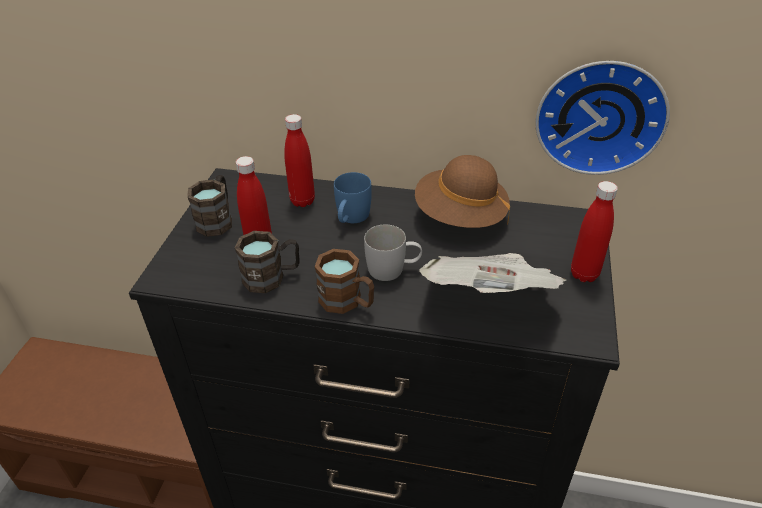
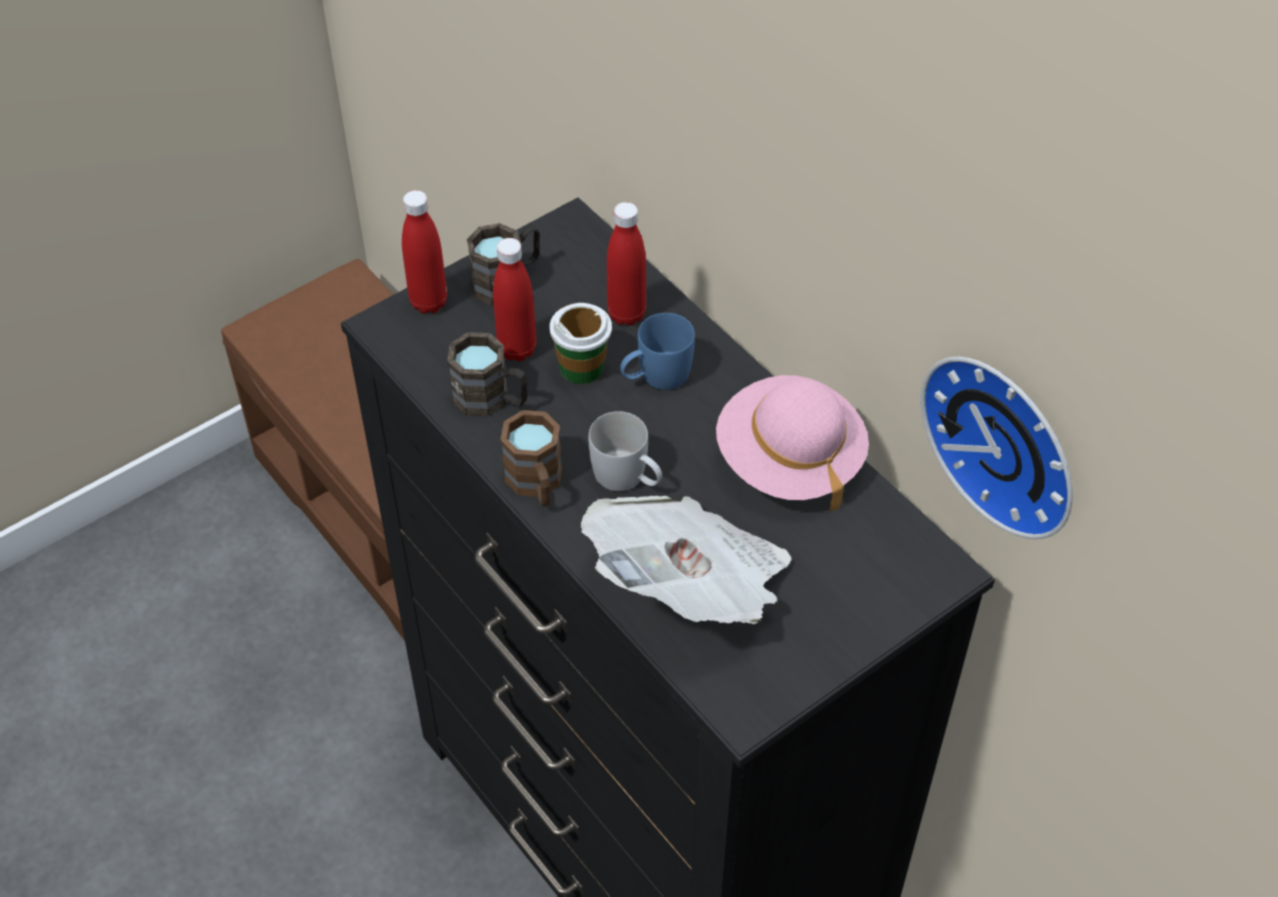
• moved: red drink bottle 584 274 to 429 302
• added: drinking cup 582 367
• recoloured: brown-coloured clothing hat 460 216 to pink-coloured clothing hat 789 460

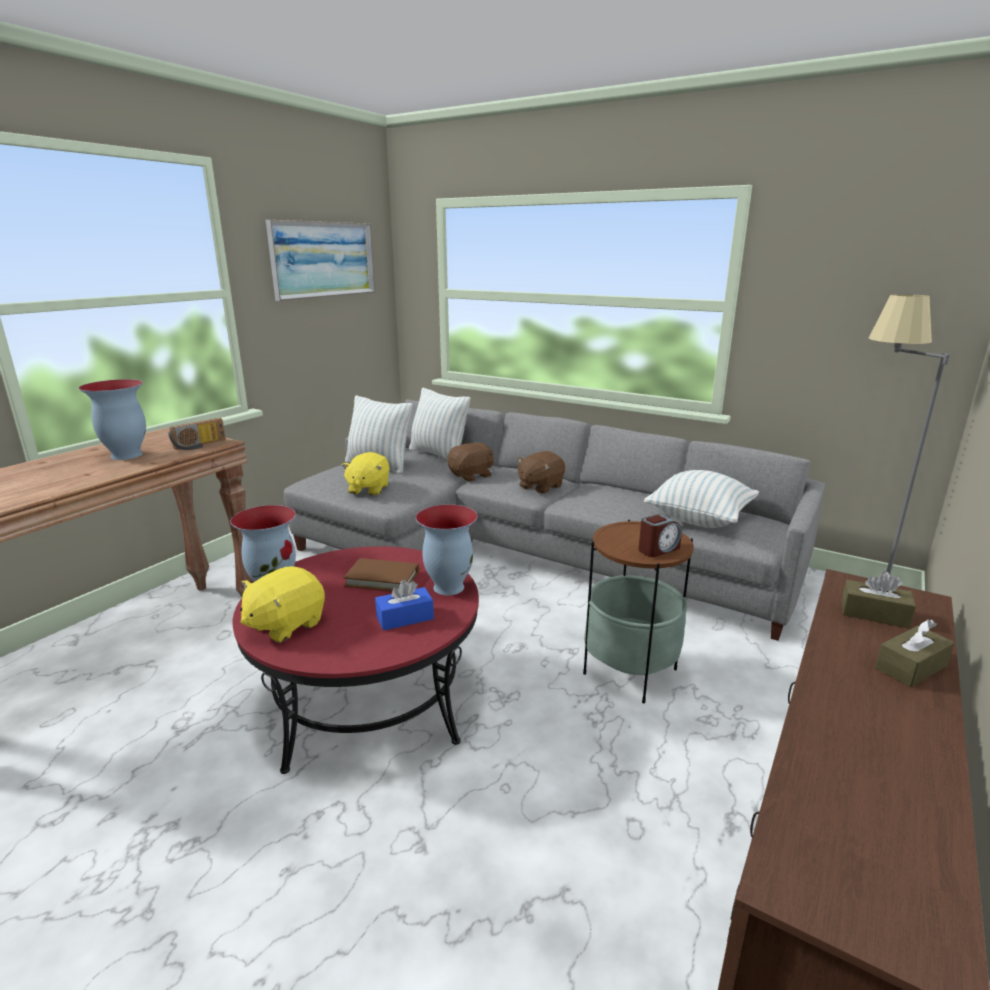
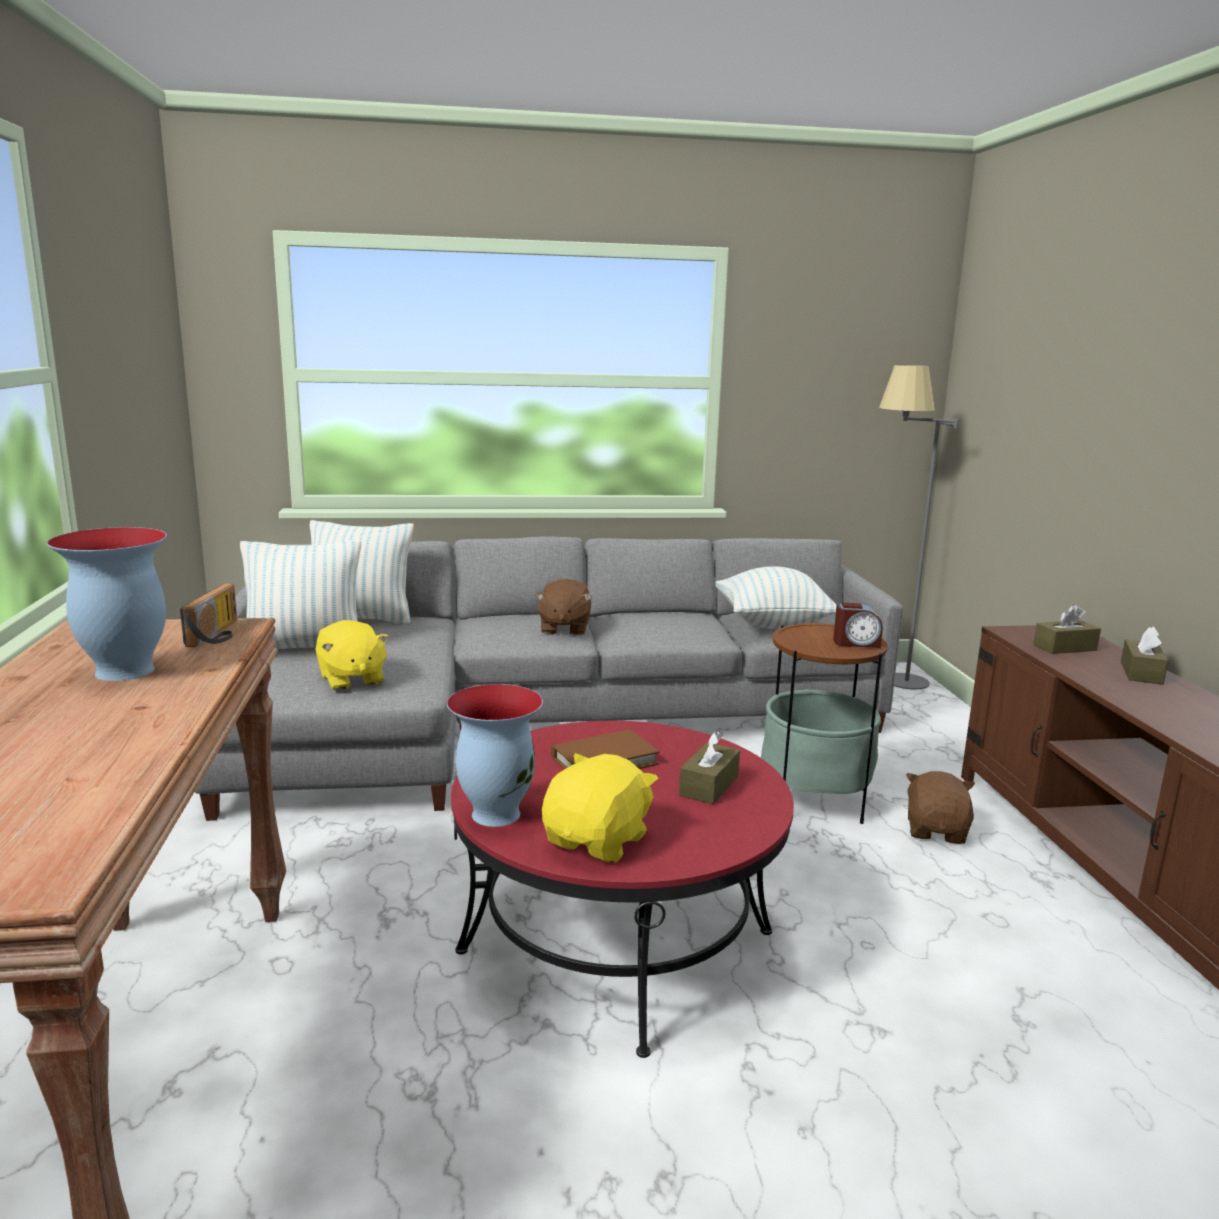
• turned: yellowish plush toy 285 624 = 598 841 150 degrees counterclockwise
• recoloured: blue box of tissues 405 618 to brown-coloured box of tissues 709 786
• turned: alarm clock 658 549 = 856 643 75 degrees clockwise
• moved: brown-coloured plush toy 471 476 to 936 831
• removed: wall picture 323 259
• removed: flower vase 447 587

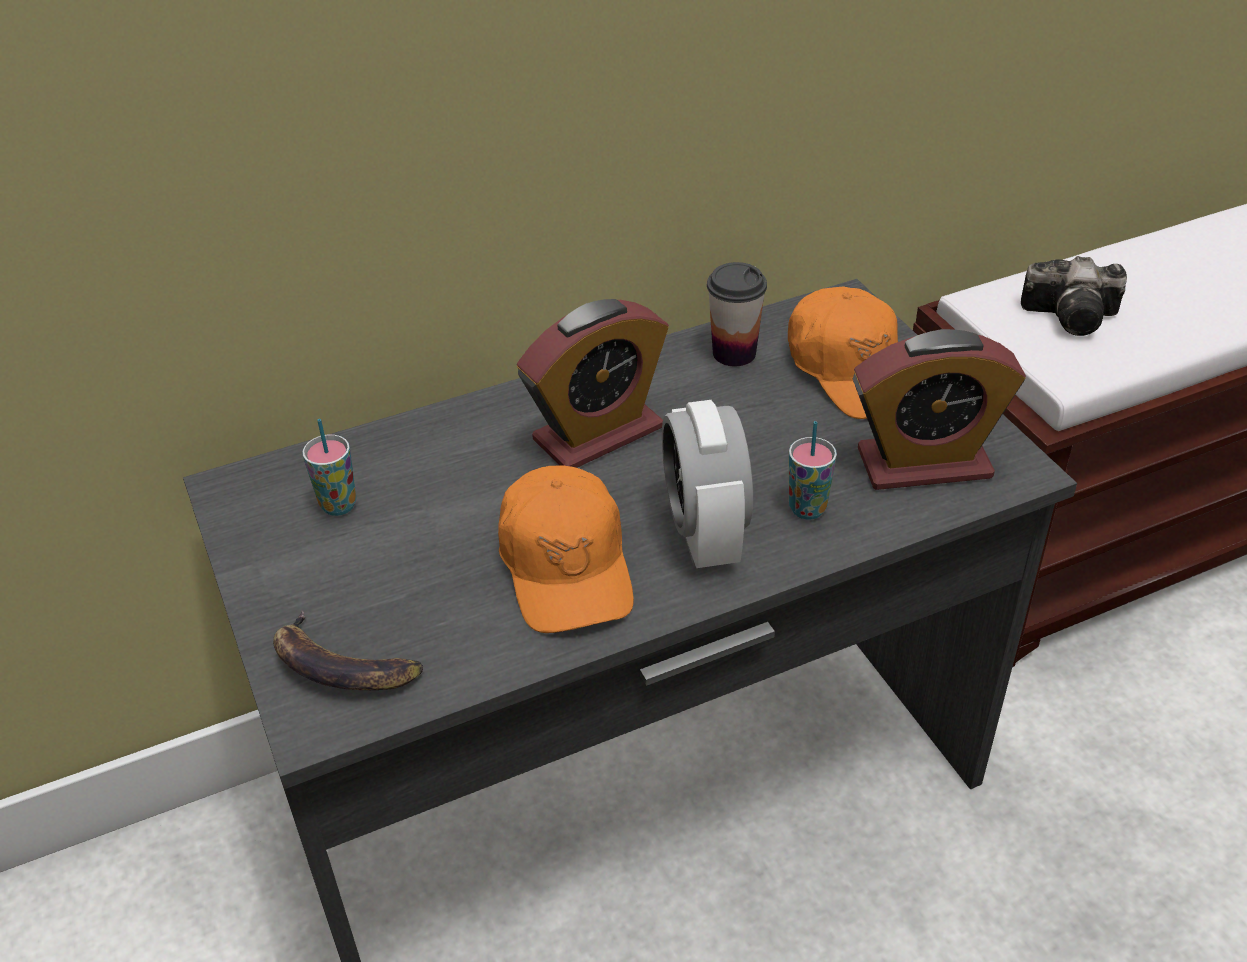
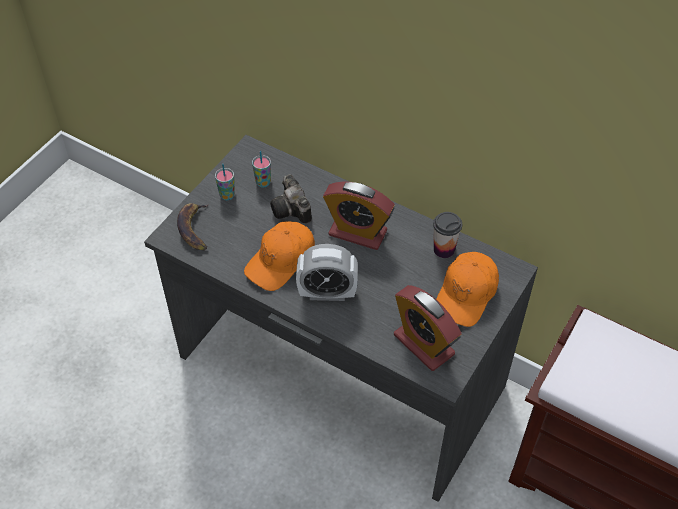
• moved: drinking cup 807 509 to 227 195
• moved: still camera 1075 316 to 292 210
• turned: alarm clock 705 534 = 327 293 135 degrees counterclockwise

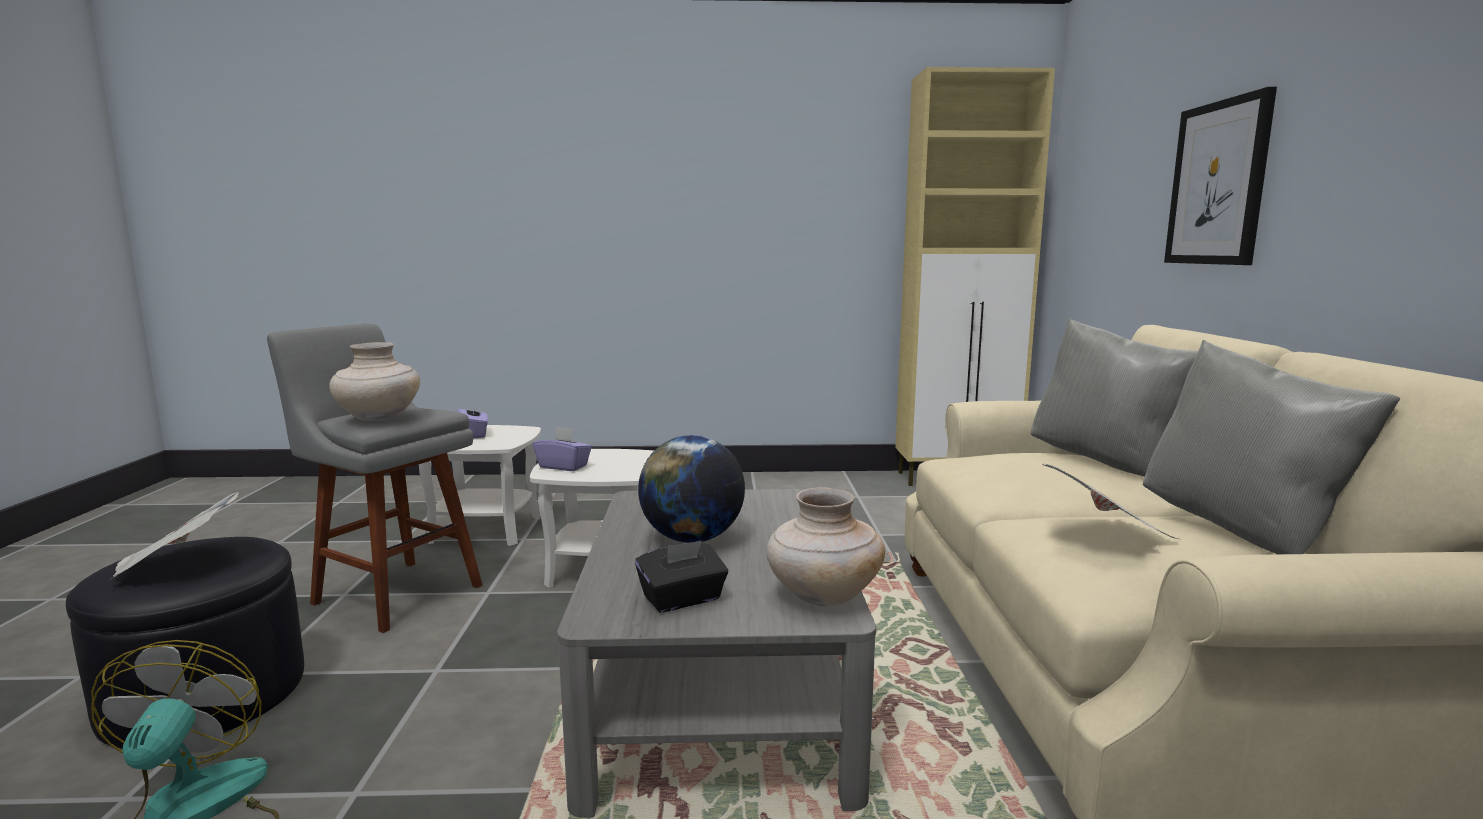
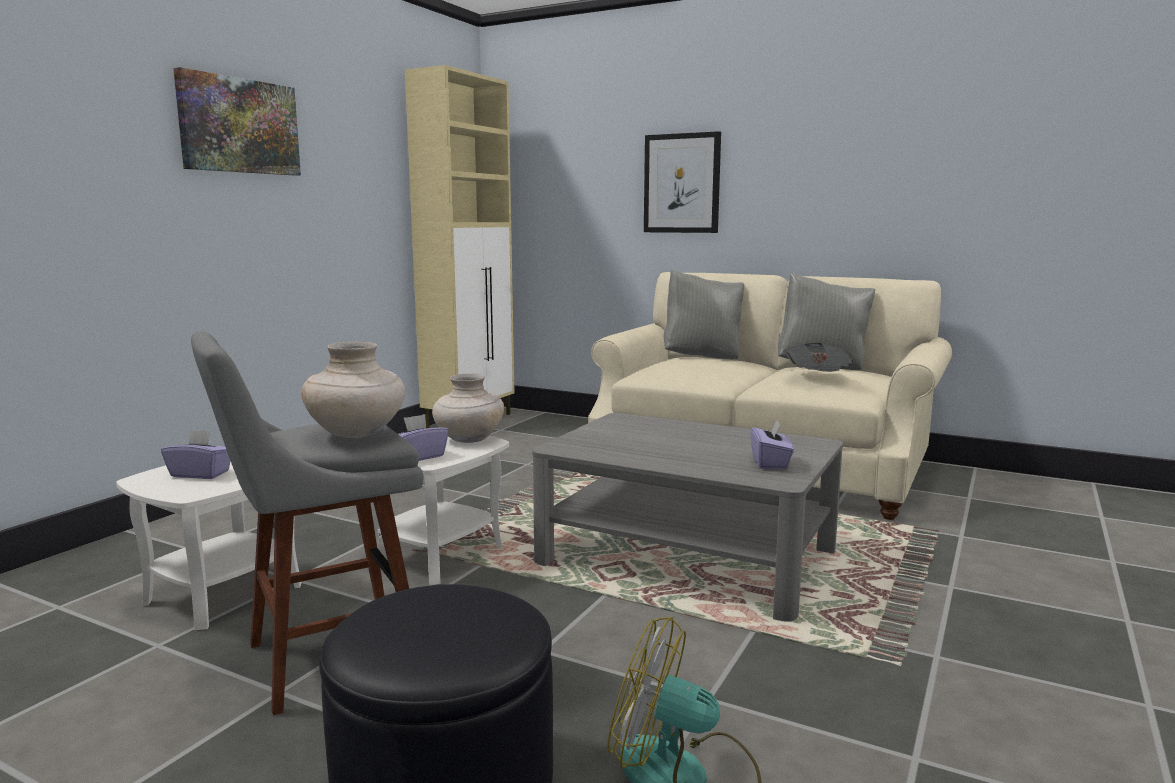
• added: wall picture 239 126
• moved: sand-coloured flower vase 822 596 to 468 439
• recoloured: blackish box of tissues 682 599 to purple-coloured box of tissues 770 463
• removed: daily paper 177 564
• removed: globe 692 539

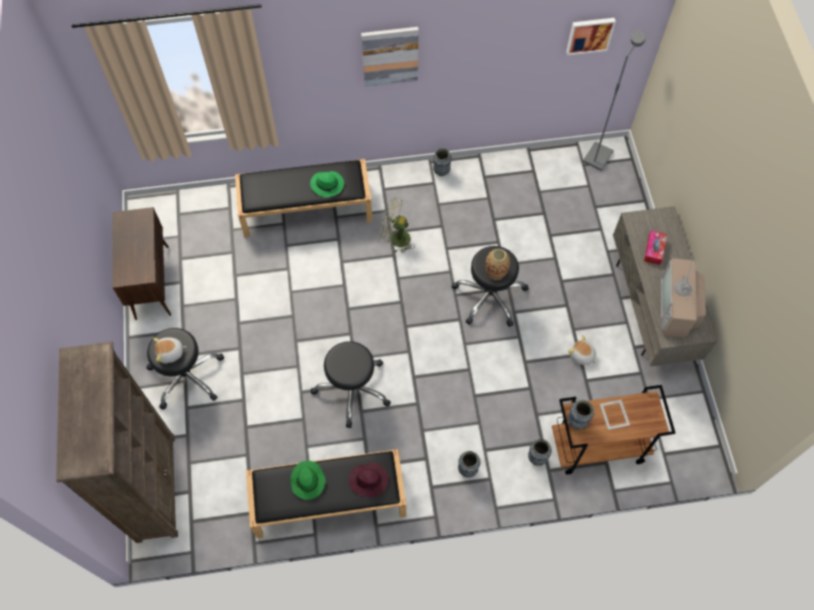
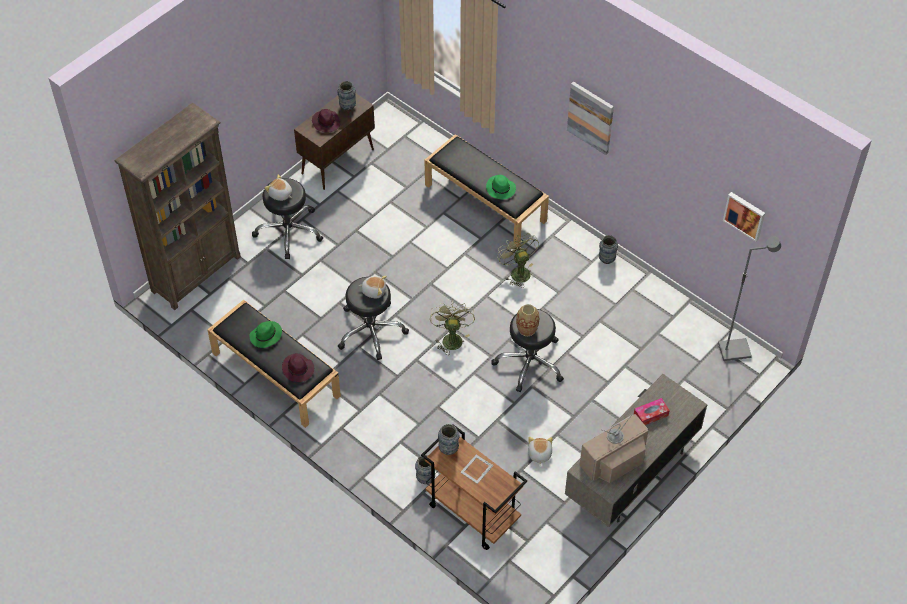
• added: purple-coloured clothing hat 326 122
• moved: flower vase 467 469 to 347 107
• added: plush toy 374 290
• added: greenish fan 451 338

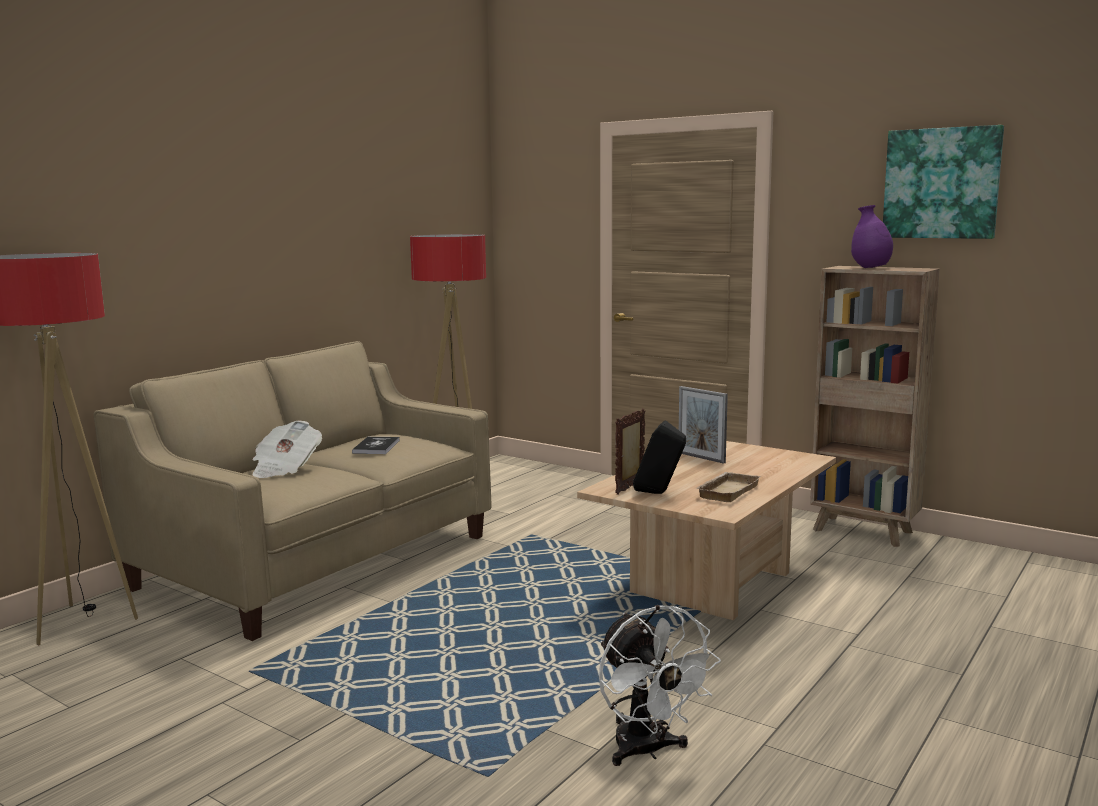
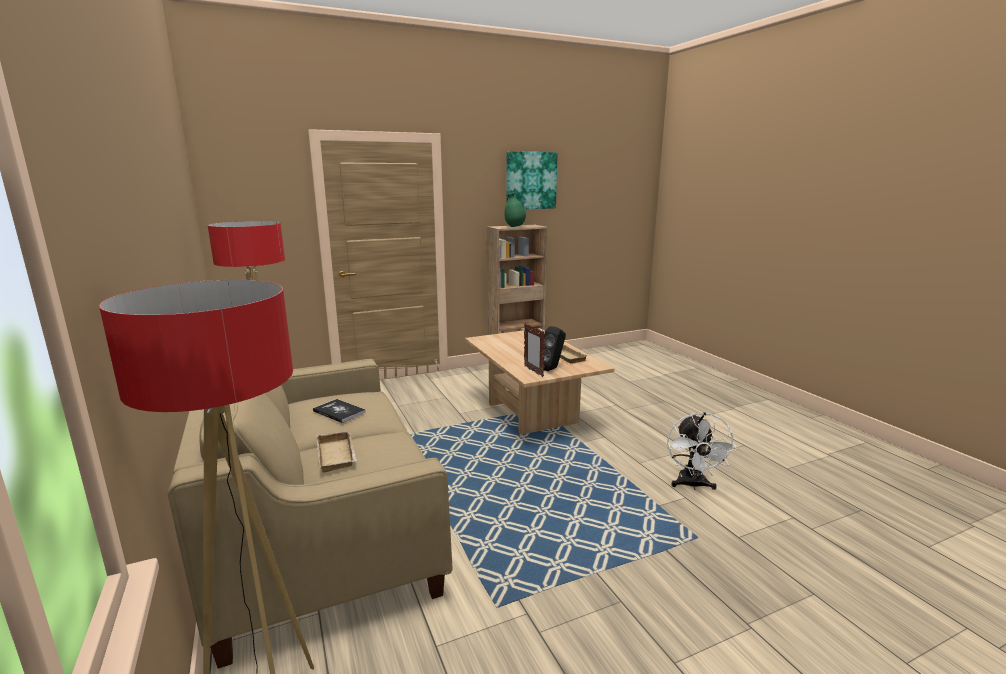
• replaced: daily paper 285 468 to sand-coloured tray 338 455
• recoloured: purple-coloured flower vase 870 268 to greenish flower vase 515 226
• turned: white-coloured fan 647 751 = 692 485 90 degrees clockwise
• removed: standing frame 701 457

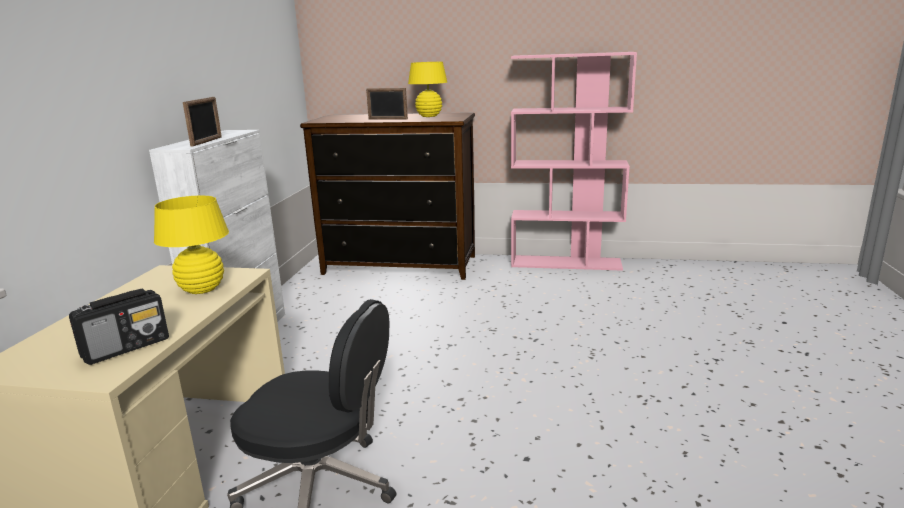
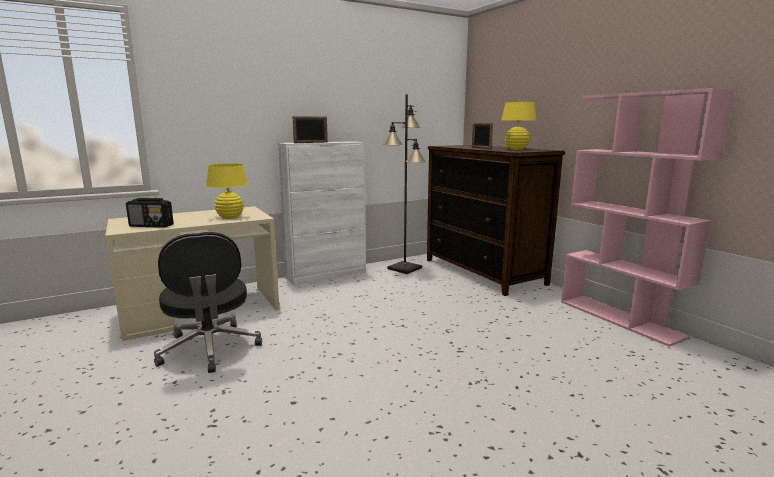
• added: blackish standing lamp 405 268

